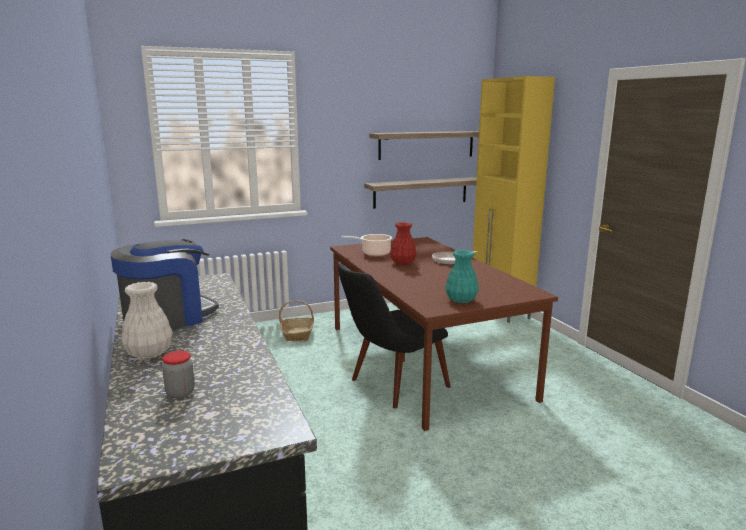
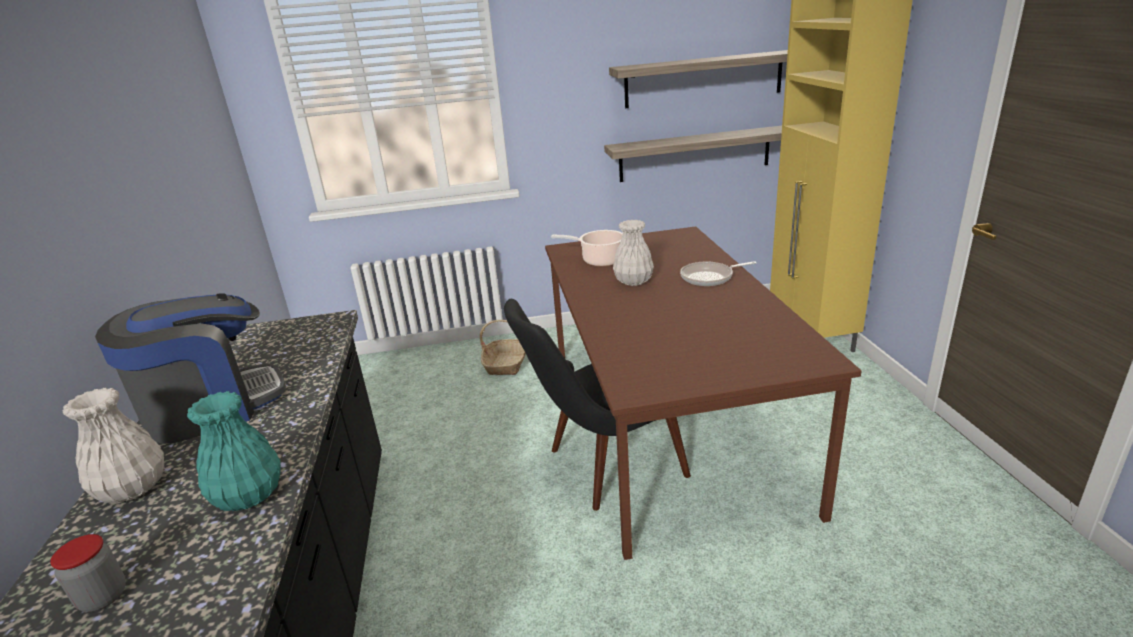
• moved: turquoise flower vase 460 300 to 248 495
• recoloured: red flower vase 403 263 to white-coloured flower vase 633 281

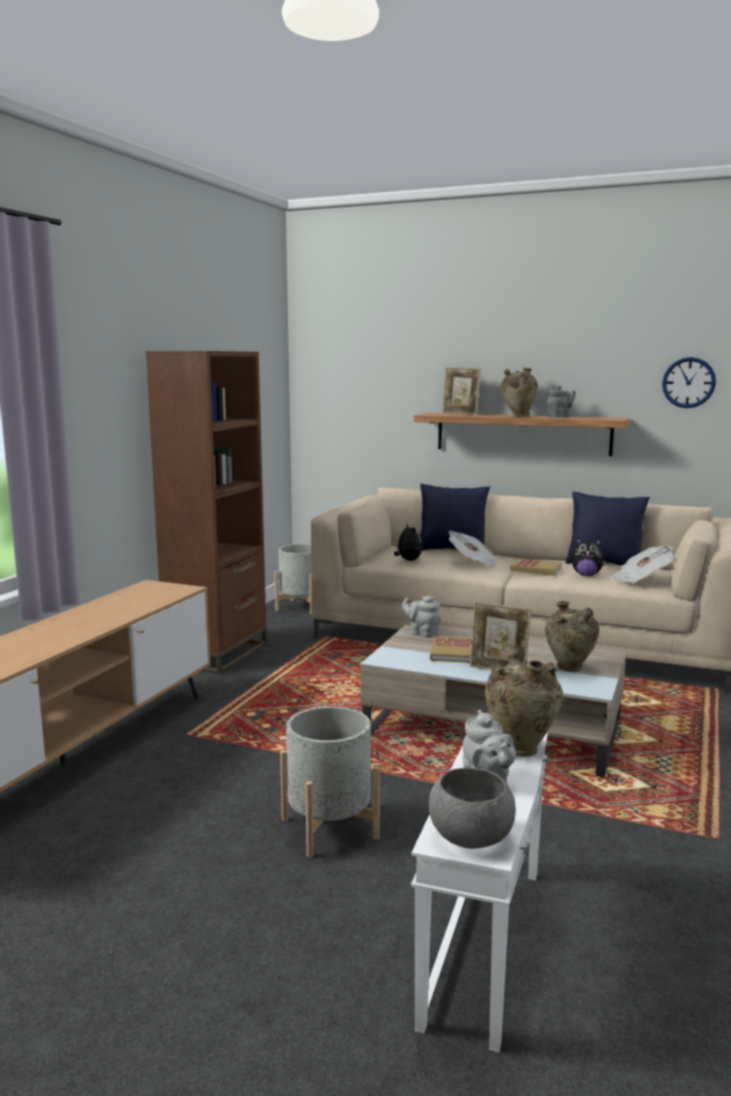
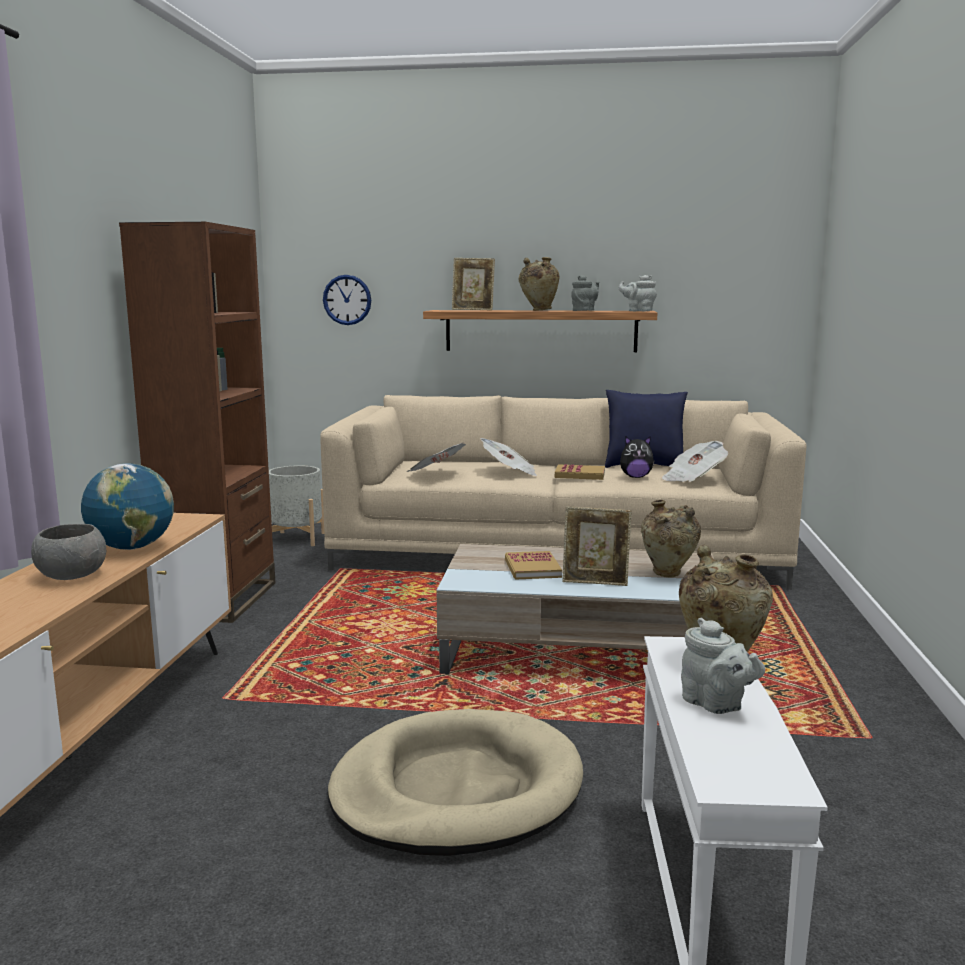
• moved: greyish bowl 470 837 to 72 575
• added: globe 132 548
• moved: clock on the wall 688 382 to 347 300
• replaced: greyish flower pot 329 828 to sand-coloured dog cushion 456 789
• replaced: plush toy 408 560 to daily paper 436 474
• moved: greyish teapot 422 633 to 638 311
• removed: blue pillow 452 551

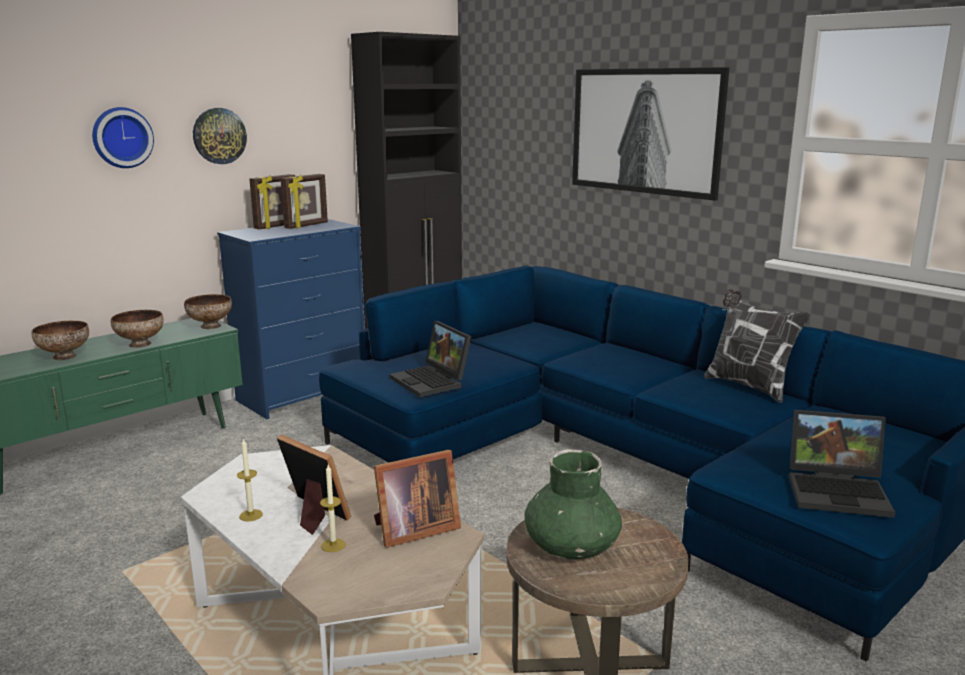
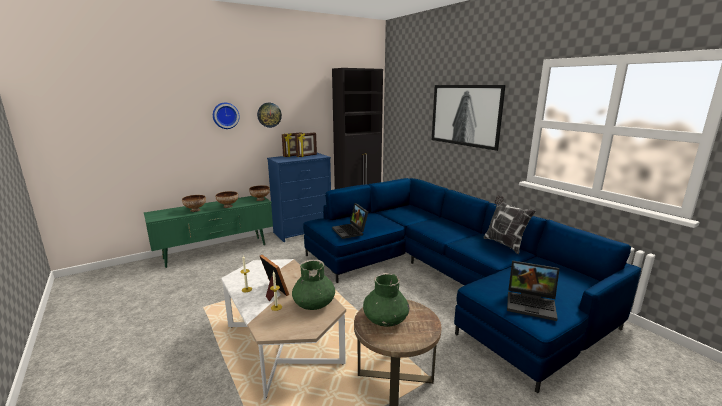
• replaced: standing frame 413 530 to greenish flower vase 314 303

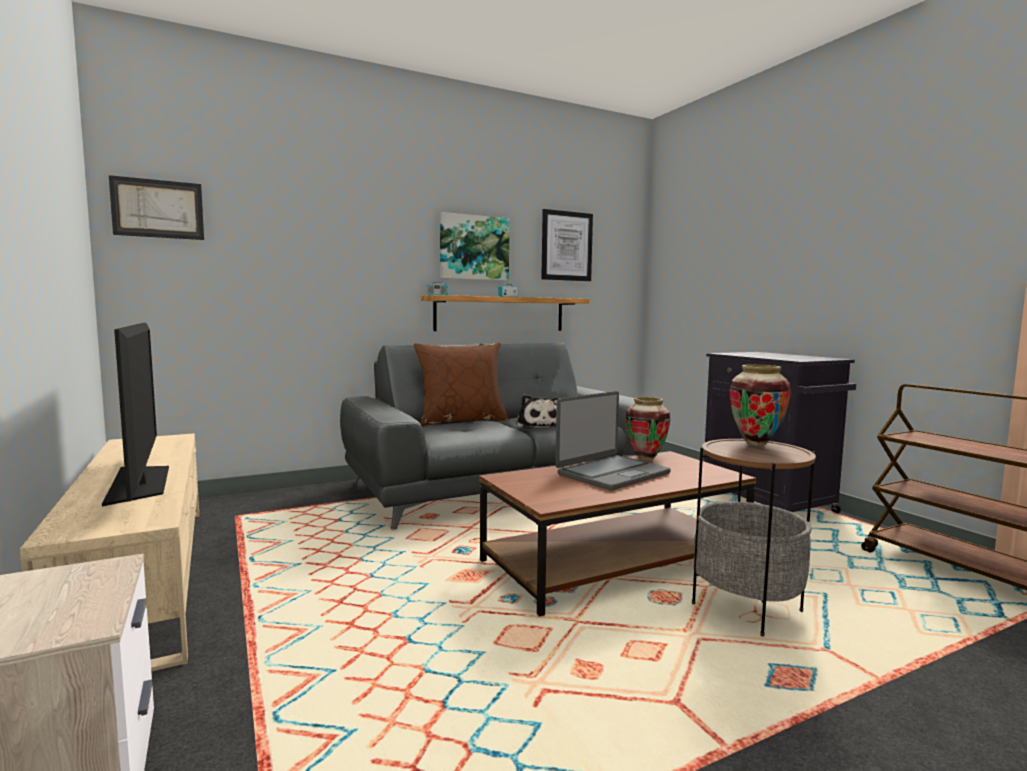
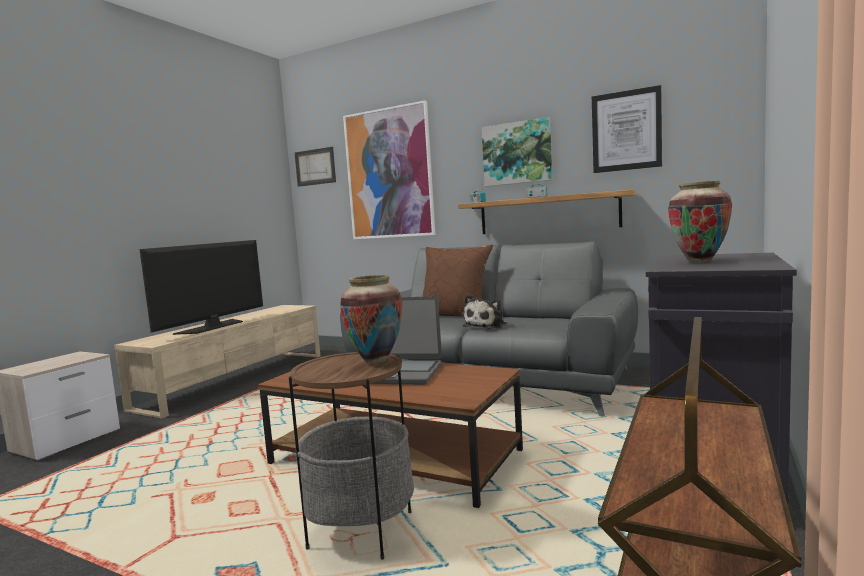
• added: wall picture 389 174
• moved: flower vase 646 458 to 699 261

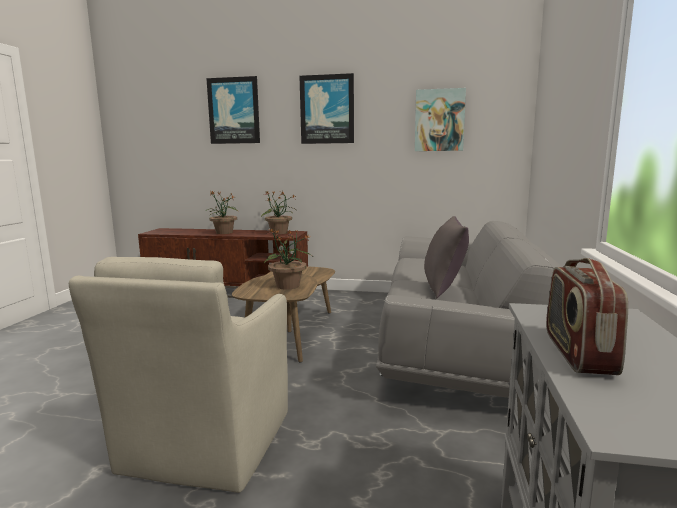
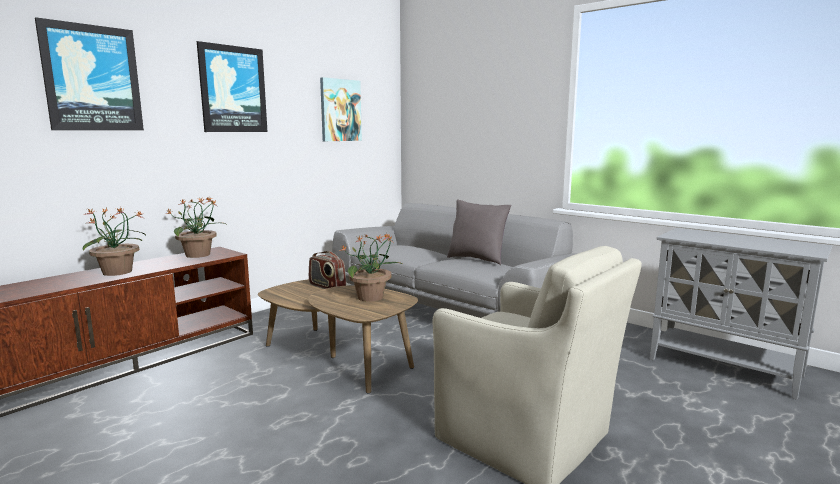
• moved: radio receiver 577 353 to 327 286

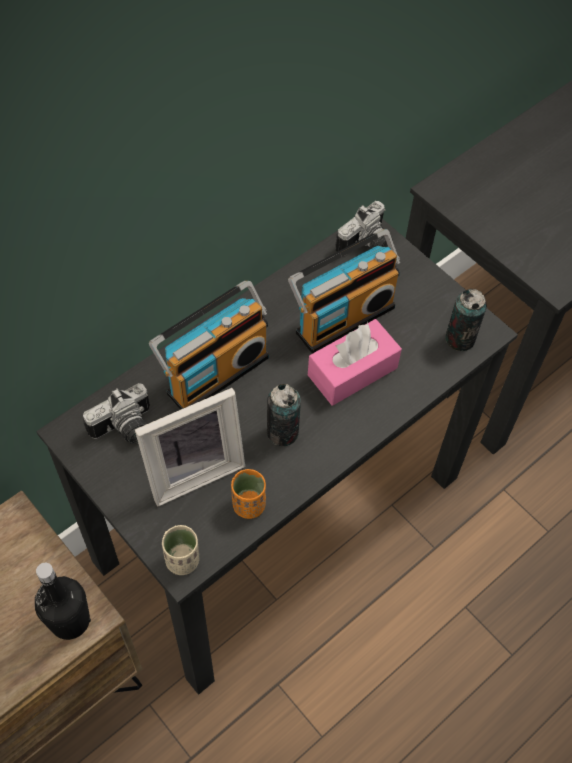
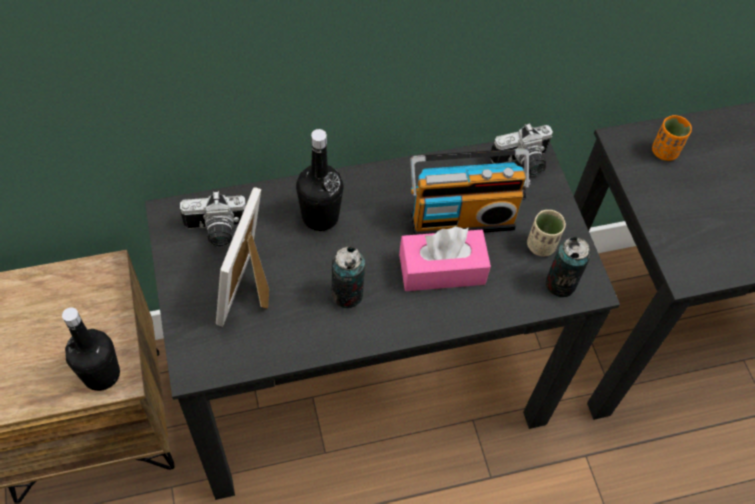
• turned: standing frame 192 469 = 251 290 105 degrees clockwise
• replaced: radio receiver 215 372 to blackish drink bottle 320 216
• moved: sand-coloured drinking cup 182 560 to 541 245
• moved: orange-coloured drinking cup 249 505 to 664 151

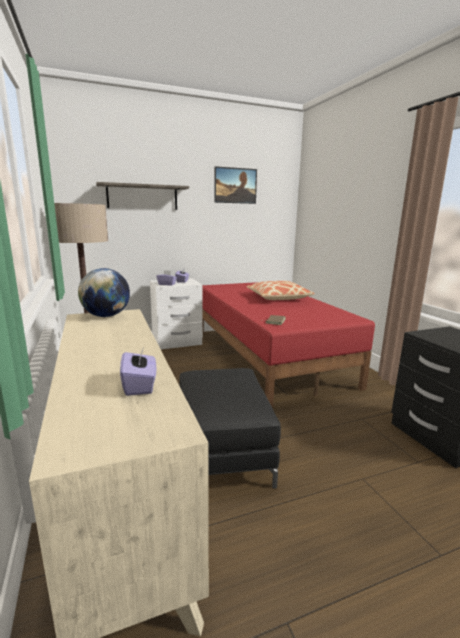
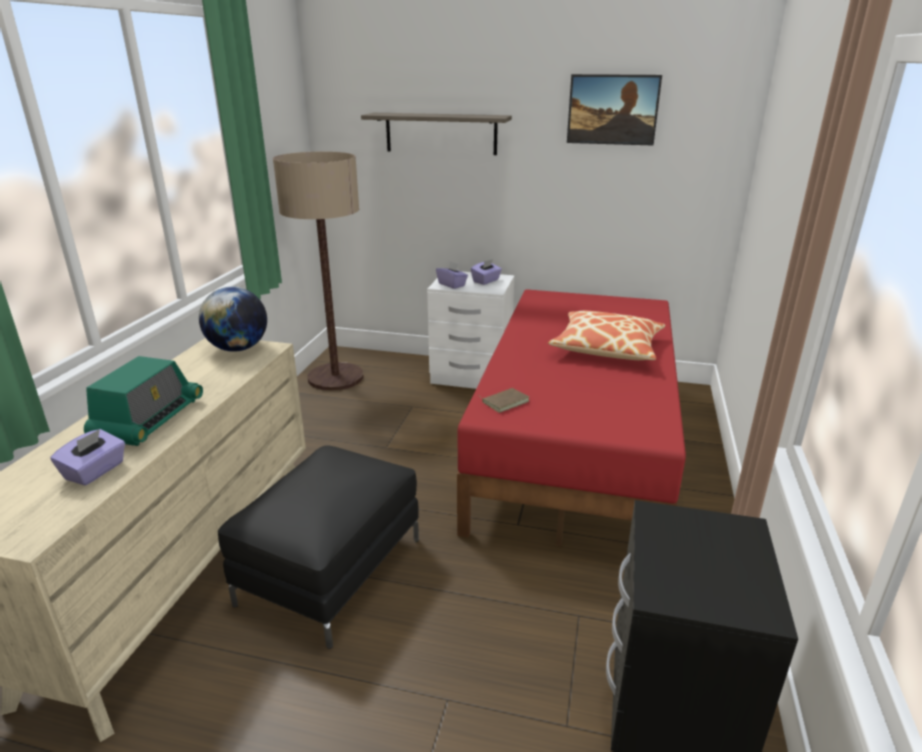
• added: radio receiver 148 419

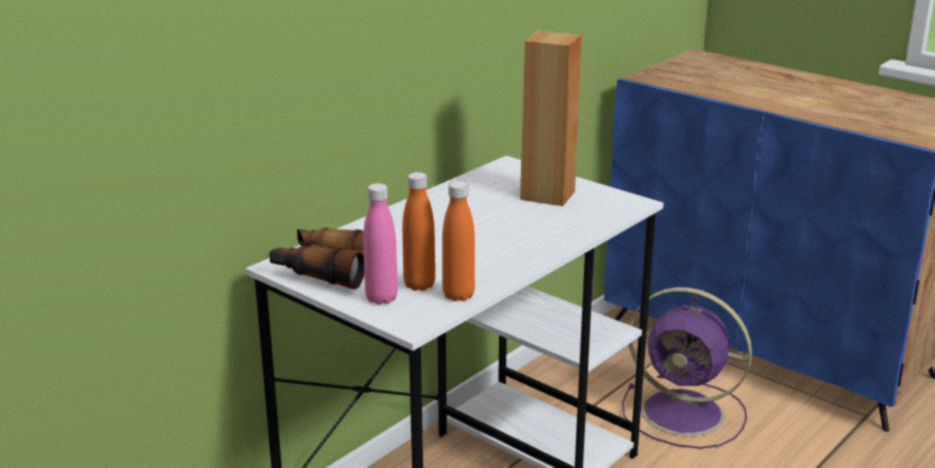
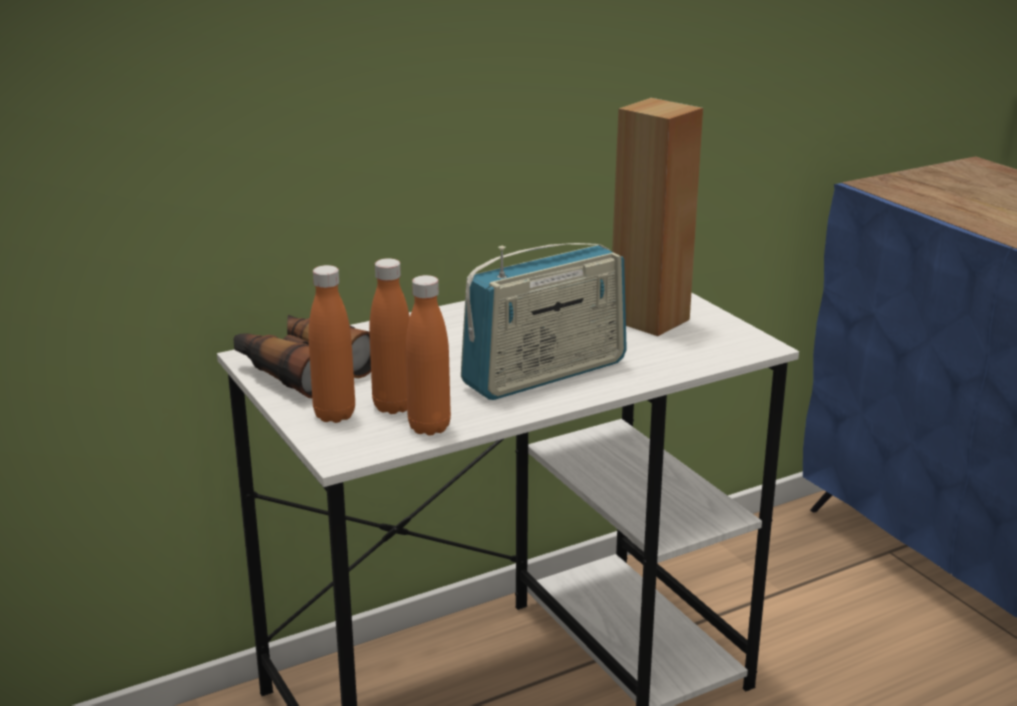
• recoloured: pink-coloured drink bottle 381 298 to orange-coloured drink bottle 334 415
• added: radio receiver 545 374
• removed: purple-coloured fan 686 413

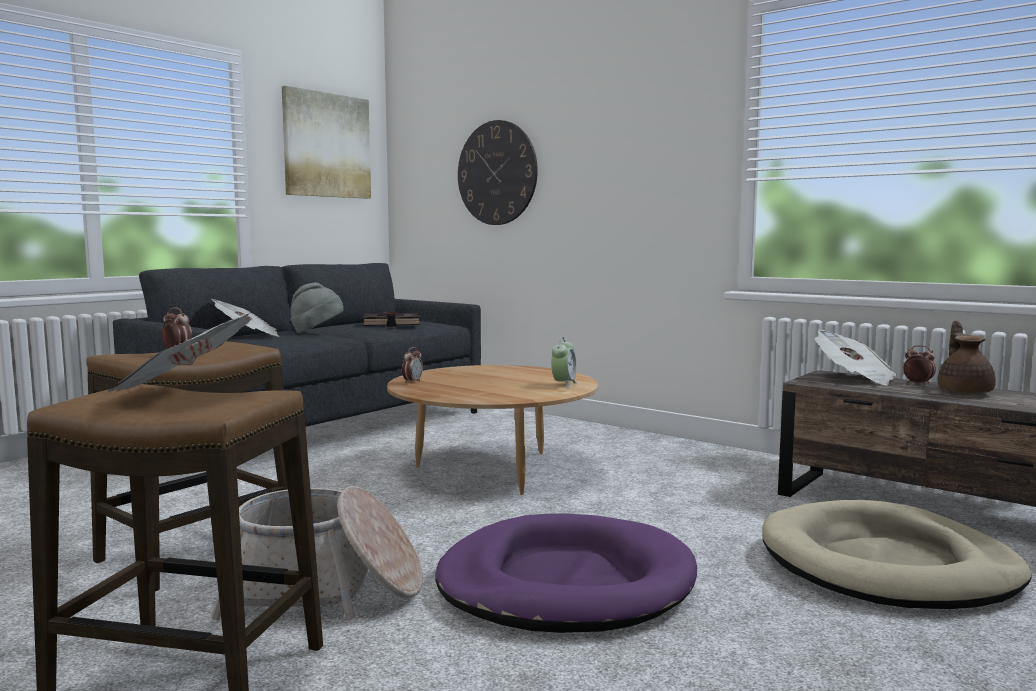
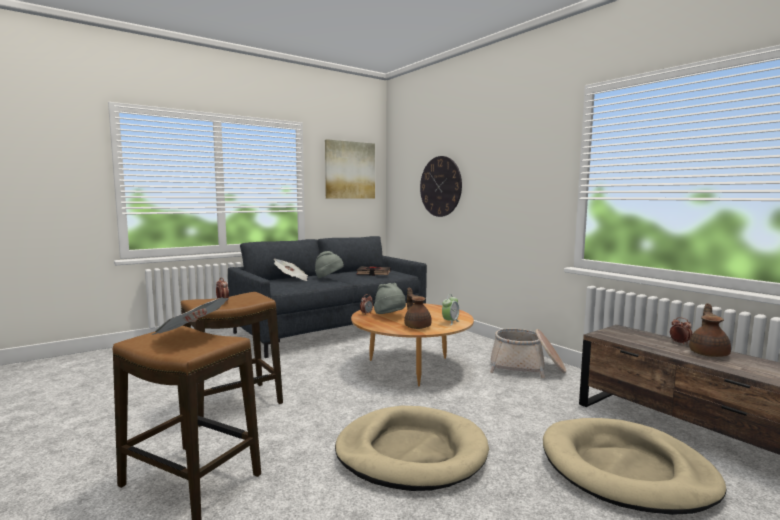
• recoloured: purple-coloured dog cushion 565 583 to sand-coloured dog cushion 411 452
• added: greyish clothing hat 390 316
• added: brown-coloured teapot 417 326
• moved: storage basket 325 590 to 526 368
• removed: daily paper 854 378

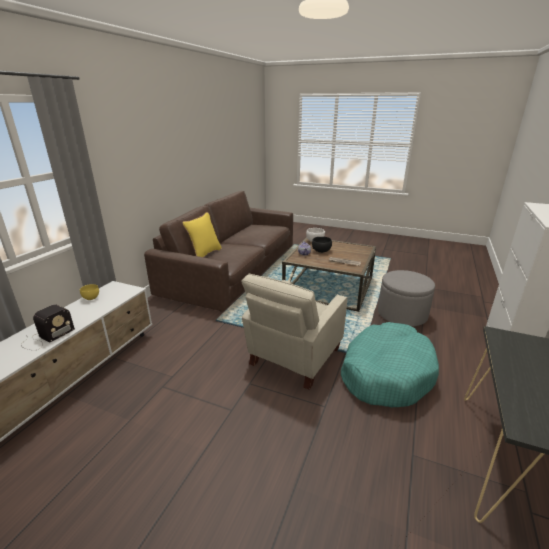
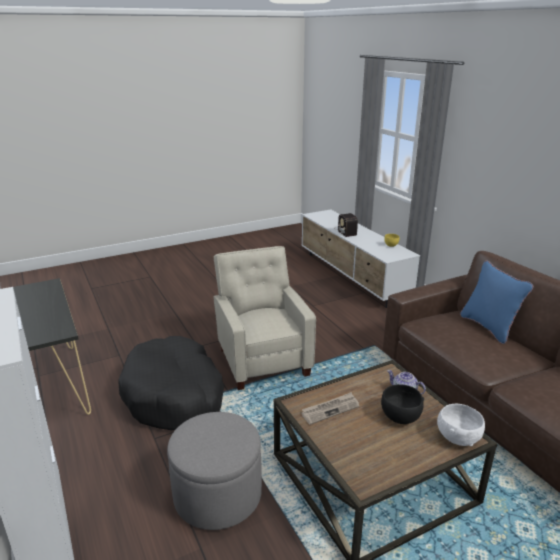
• recoloured: turquoise dog cushion 386 373 to blackish dog cushion 174 395
• recoloured: yellowish pillow 205 254 to blue pillow 488 327

